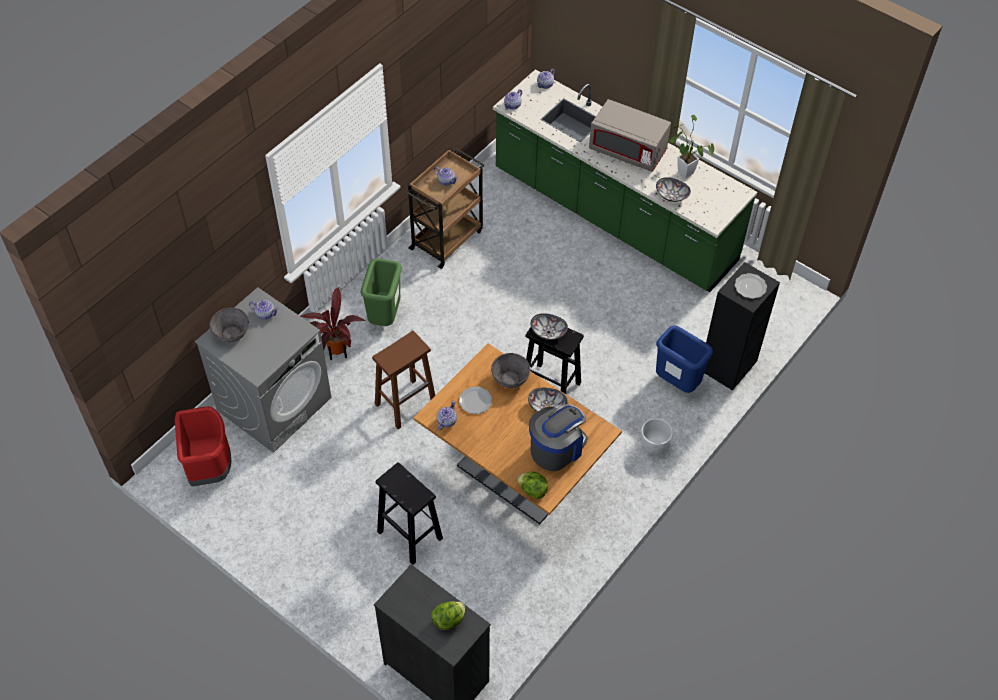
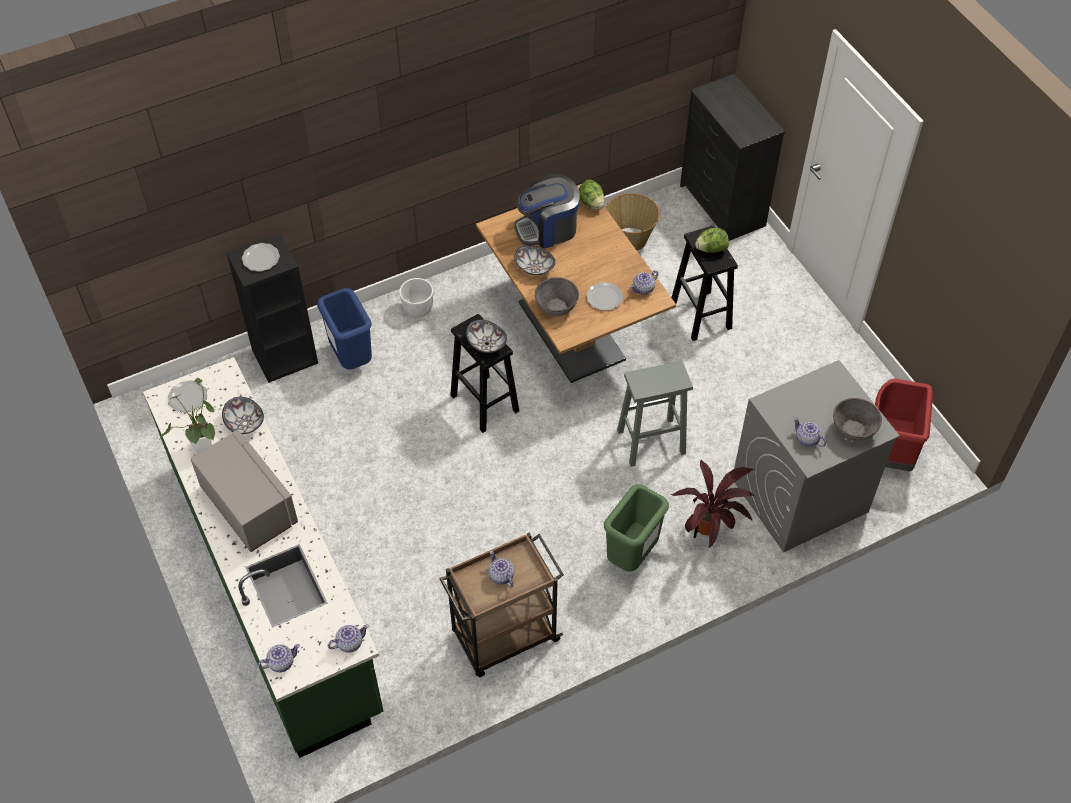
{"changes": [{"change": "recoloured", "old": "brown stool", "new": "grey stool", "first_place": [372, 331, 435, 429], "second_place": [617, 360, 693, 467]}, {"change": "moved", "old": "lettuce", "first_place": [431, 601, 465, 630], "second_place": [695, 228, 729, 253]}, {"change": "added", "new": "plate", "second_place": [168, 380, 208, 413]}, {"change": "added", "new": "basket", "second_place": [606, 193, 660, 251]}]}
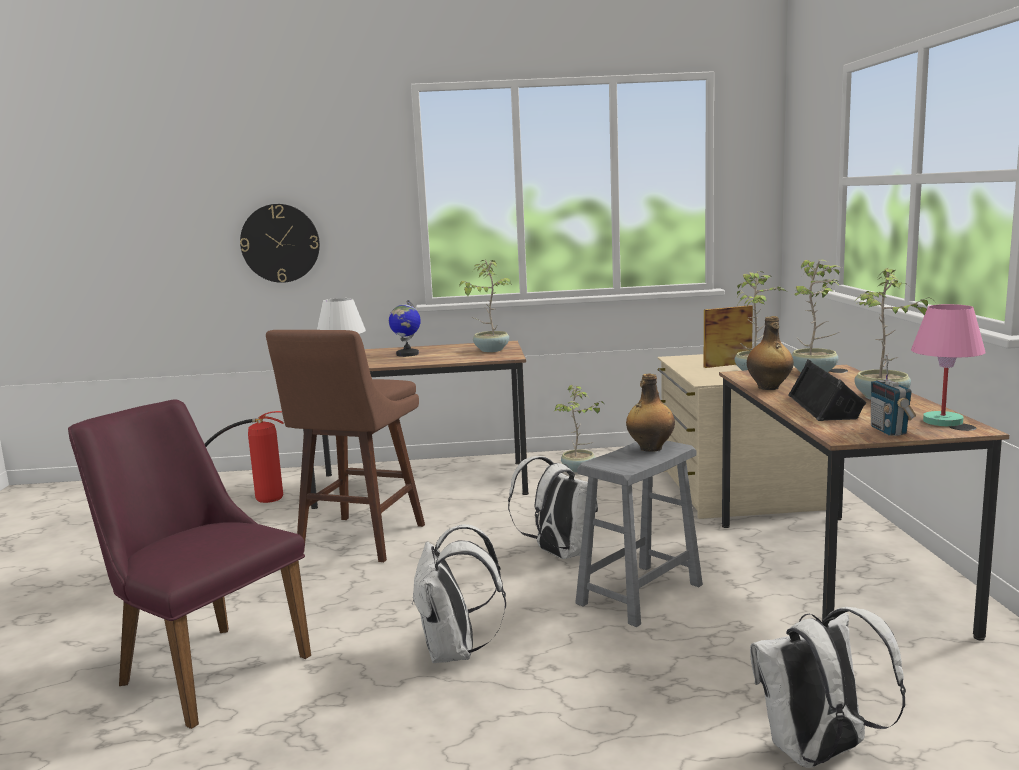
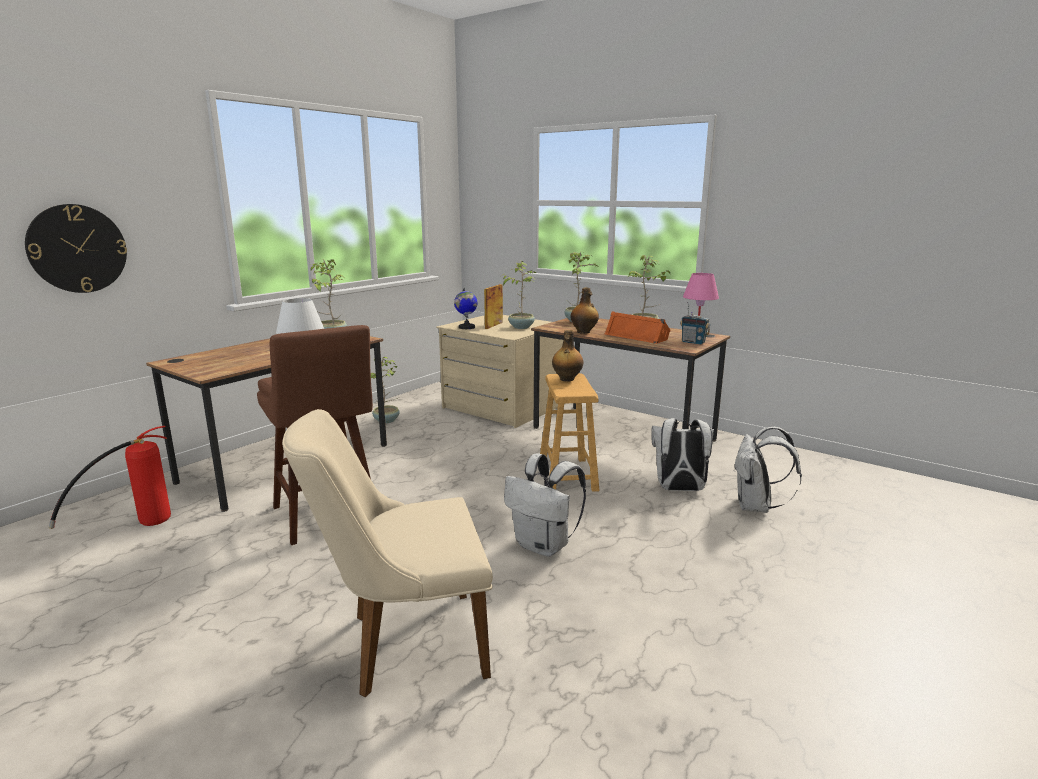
{"changes": [{"change": "recoloured", "old": "purple chair", "new": "beige chair", "first_place": [68, 399, 311, 729], "second_place": [282, 409, 493, 697]}, {"change": "moved", "old": "globe", "first_place": [389, 300, 421, 357], "second_place": [454, 288, 478, 329]}, {"change": "moved", "old": "white backpack", "first_place": [508, 456, 598, 559], "second_place": [651, 418, 714, 491]}, {"change": "recoloured", "old": "grey stool", "new": "brown stool", "first_place": [575, 441, 703, 627], "second_place": [540, 373, 600, 492]}, {"change": "recoloured", "old": "black speaker", "new": "orange speaker", "first_place": [788, 359, 866, 421], "second_place": [605, 311, 671, 344]}]}
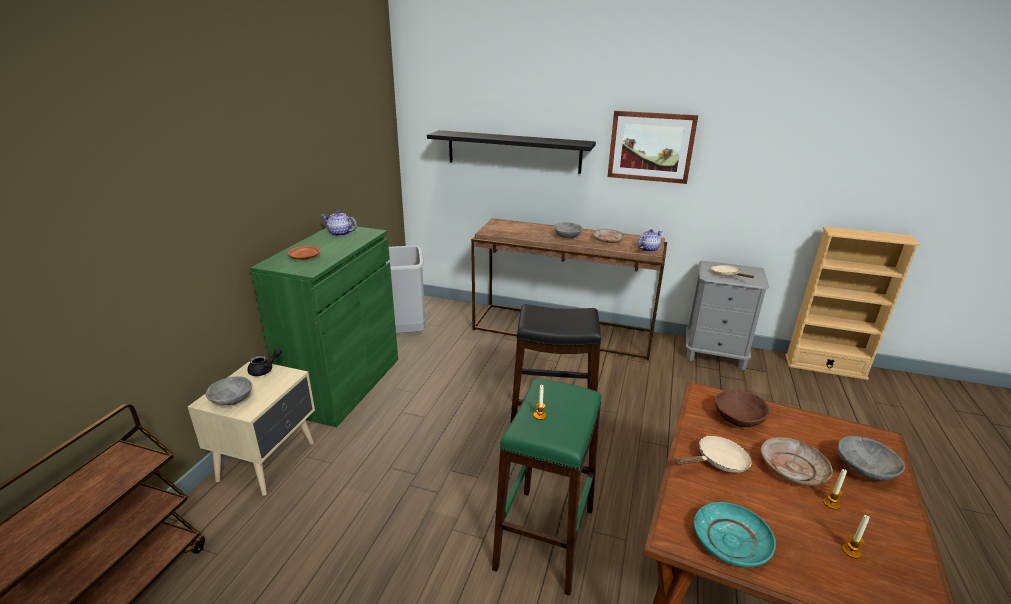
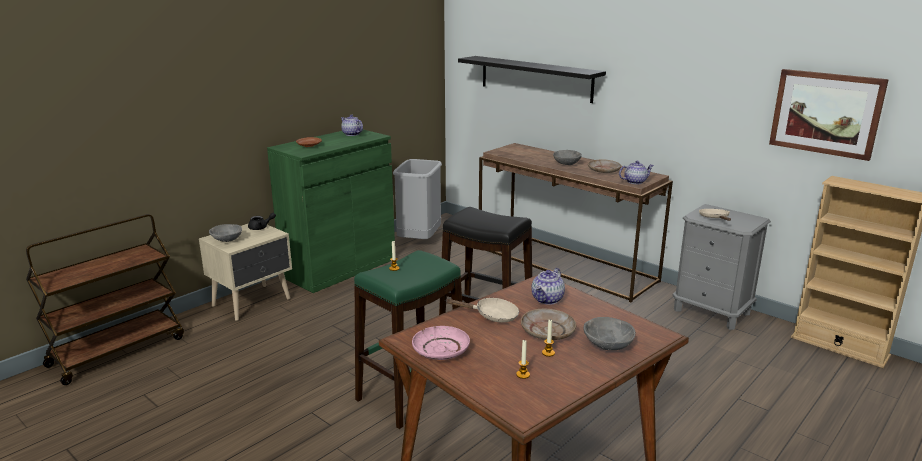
{"changes": [{"change": "moved", "old": "picture", "first_place": [607, 111, 698, 184], "second_place": [769, 69, 889, 161]}, {"change": "recoloured", "old": "turquoise plate", "new": "pink plate", "first_place": [694, 502, 776, 567], "second_place": [412, 326, 470, 360]}, {"change": "replaced", "old": "brown bowl", "new": "teapot", "first_place": [715, 390, 770, 427], "second_place": [531, 268, 565, 305]}]}
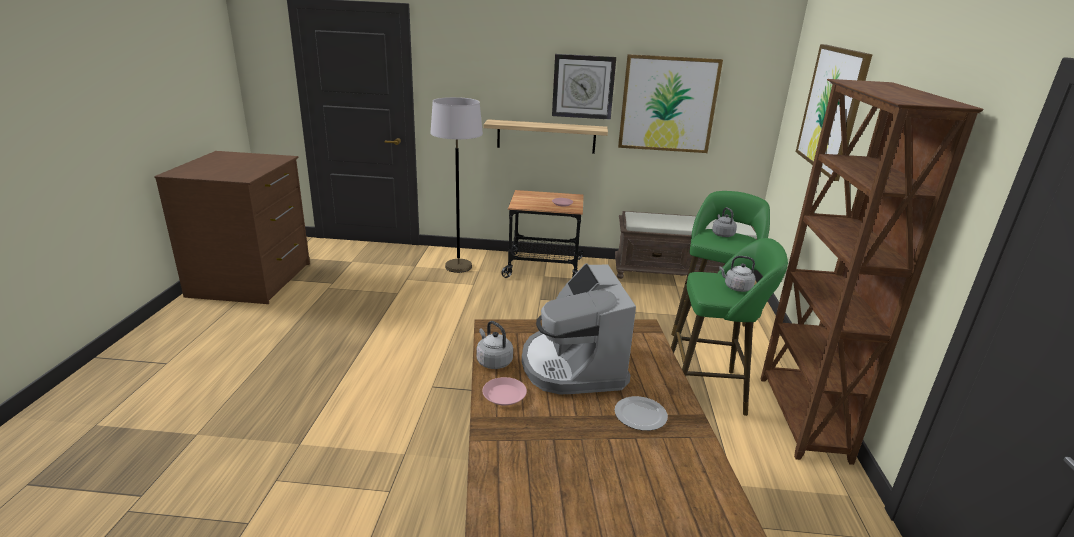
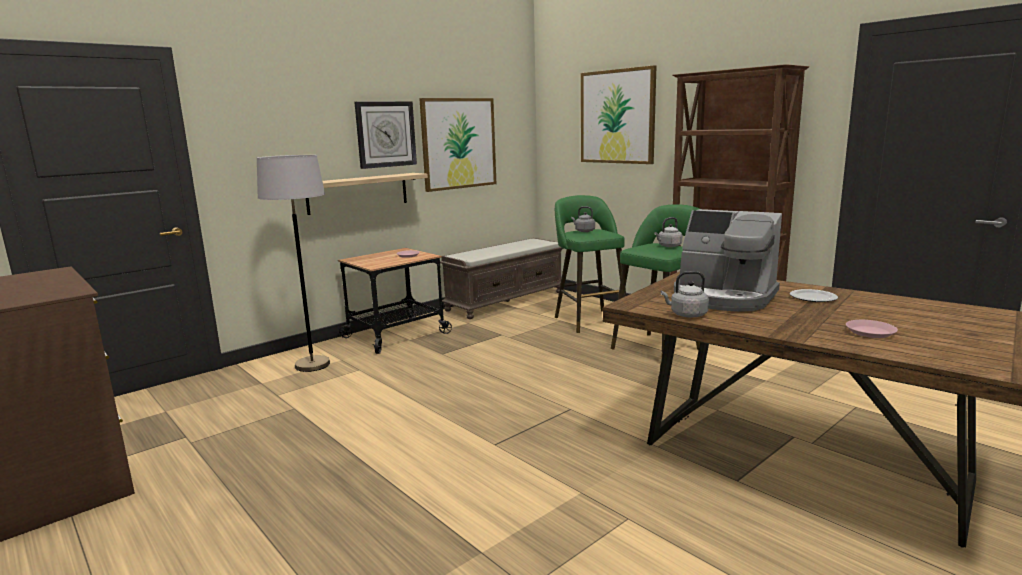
{"changes": [{"change": "moved", "old": "pink plate", "first_place": [482, 377, 527, 406], "second_place": [846, 320, 898, 338]}]}
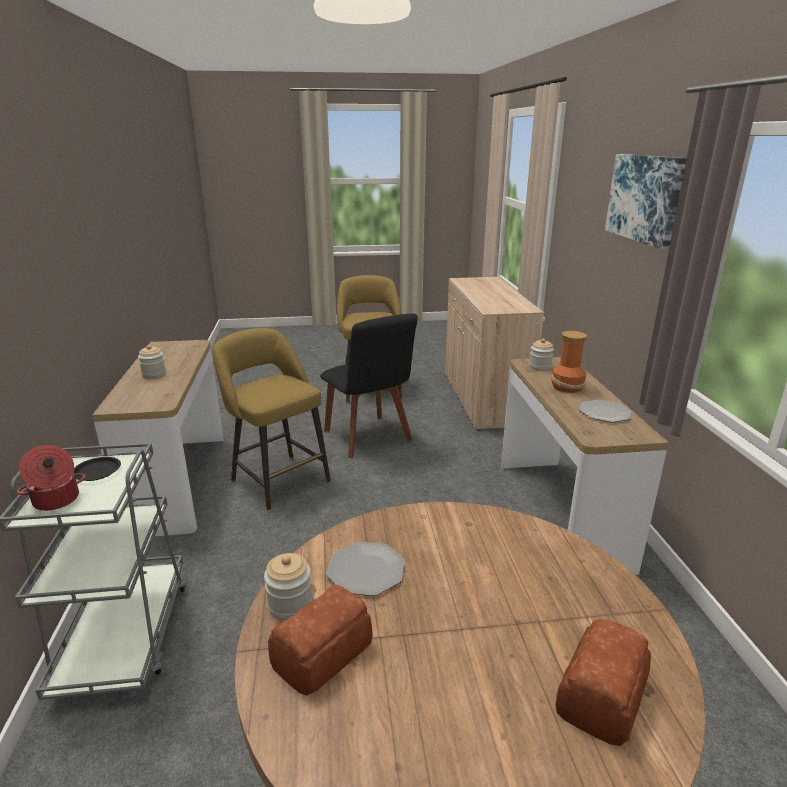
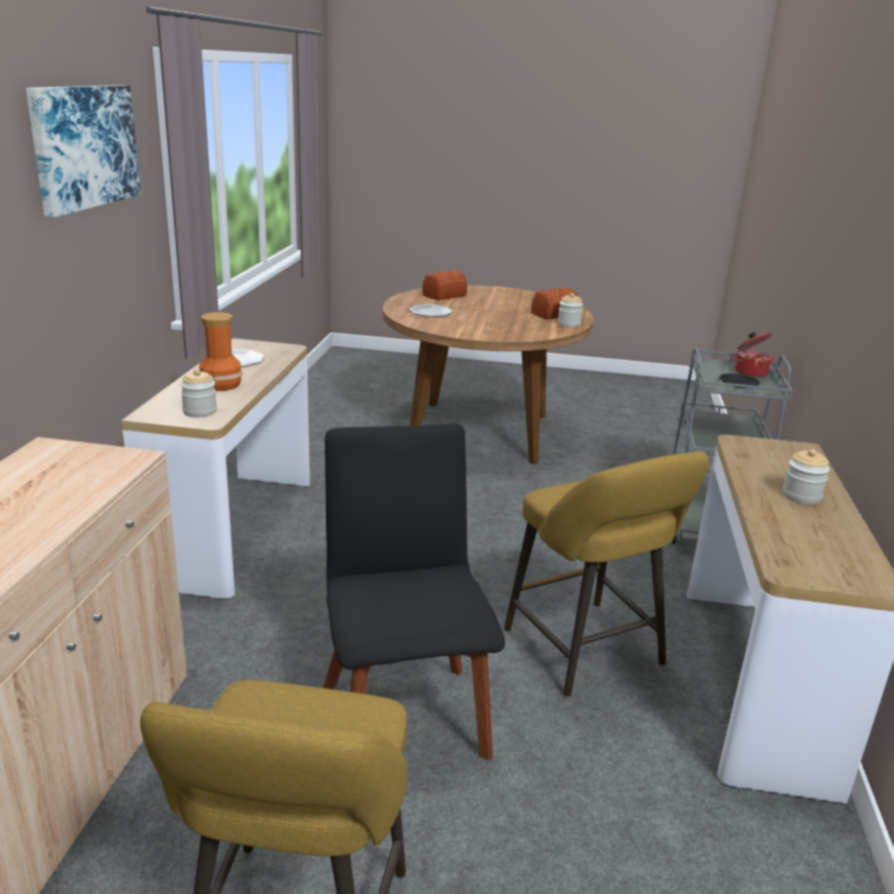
{"changes": [{"change": "moved", "old": "plate", "first_place": [326, 542, 405, 596], "second_place": [409, 304, 453, 317]}]}
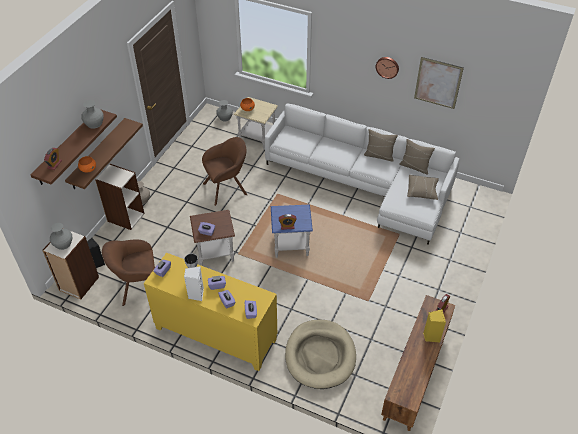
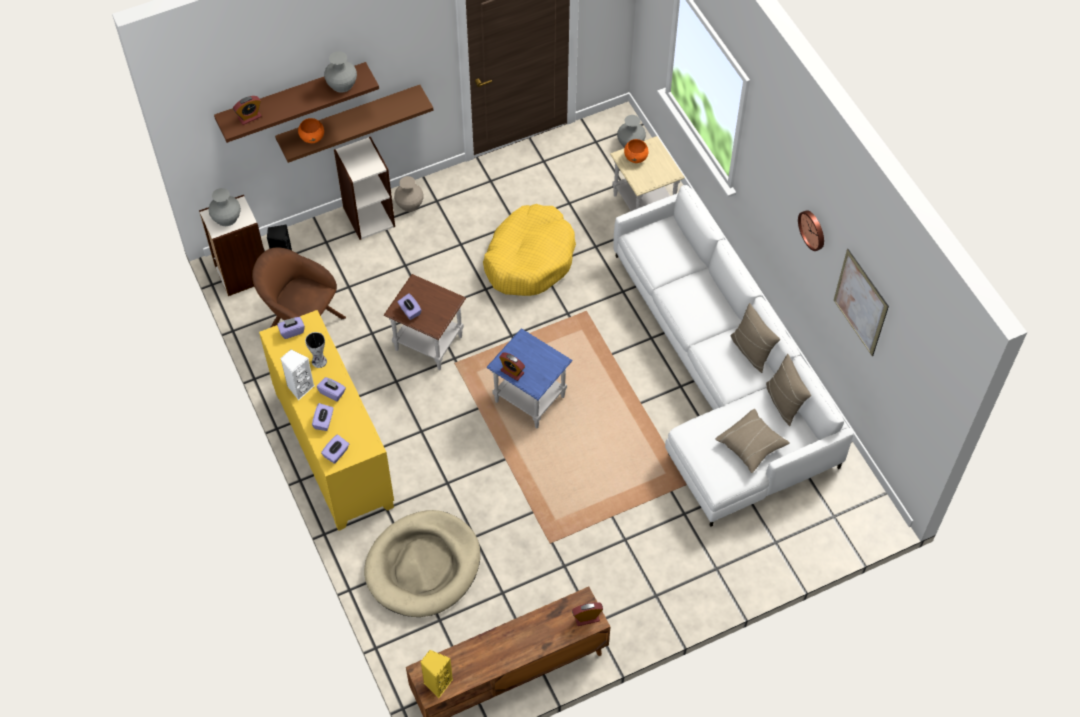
{"changes": [{"change": "replaced", "old": "brown armchair", "new": "yellow dog bed", "first_place": [202, 137, 248, 206], "second_place": [483, 204, 576, 296]}, {"change": "moved", "old": "yellow speaker", "first_place": [423, 309, 446, 342], "second_place": [421, 650, 453, 698]}]}
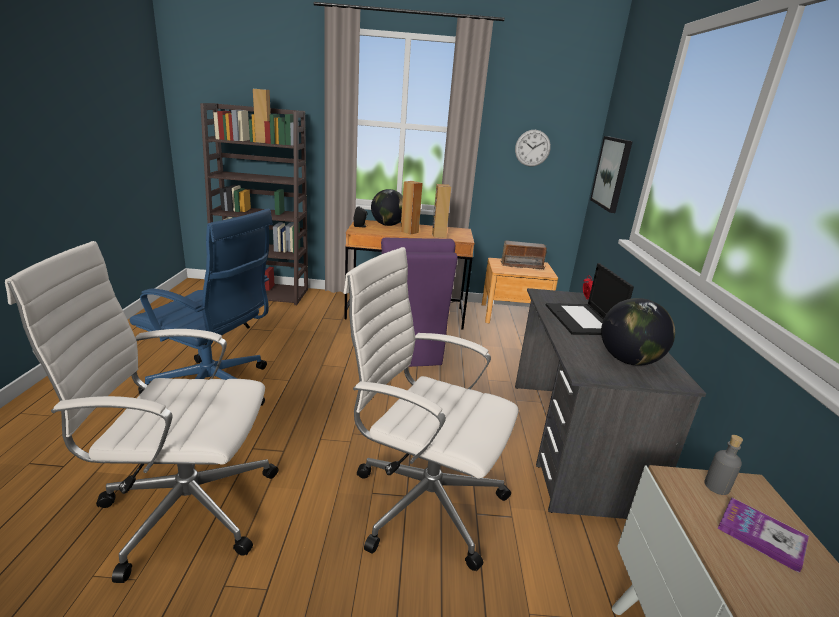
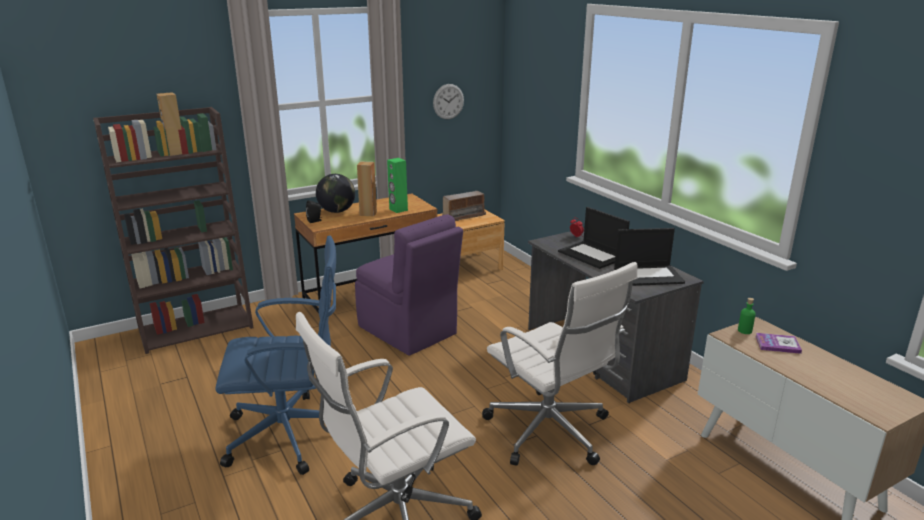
{"changes": [{"change": "turned", "old": "white office chair", "first_place": [344, 247, 519, 571], "second_place": [482, 262, 638, 466], "degrees": -120}, {"change": "recoloured", "old": "brown speaker", "new": "green speaker", "first_place": [432, 184, 451, 238], "second_place": [387, 158, 408, 213]}, {"change": "removed", "old": "picture", "first_place": [590, 136, 633, 213]}, {"change": "replaced", "old": "globe", "new": "laptop", "first_place": [601, 298, 675, 366], "second_place": [614, 228, 685, 286]}, {"change": "recoloured", "old": "grey bottle", "new": "green bottle", "first_place": [704, 435, 743, 495], "second_place": [738, 298, 756, 334]}]}
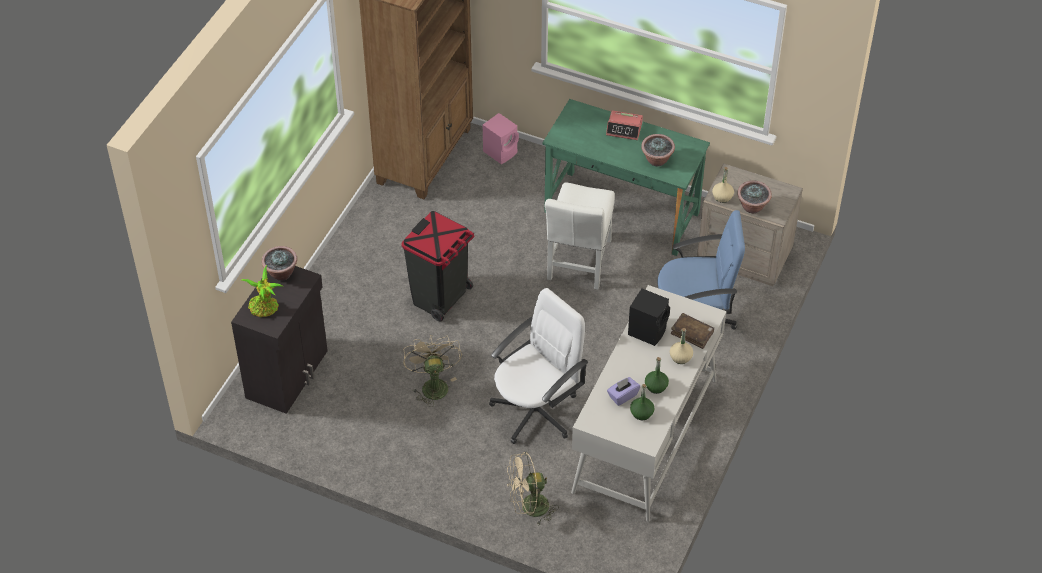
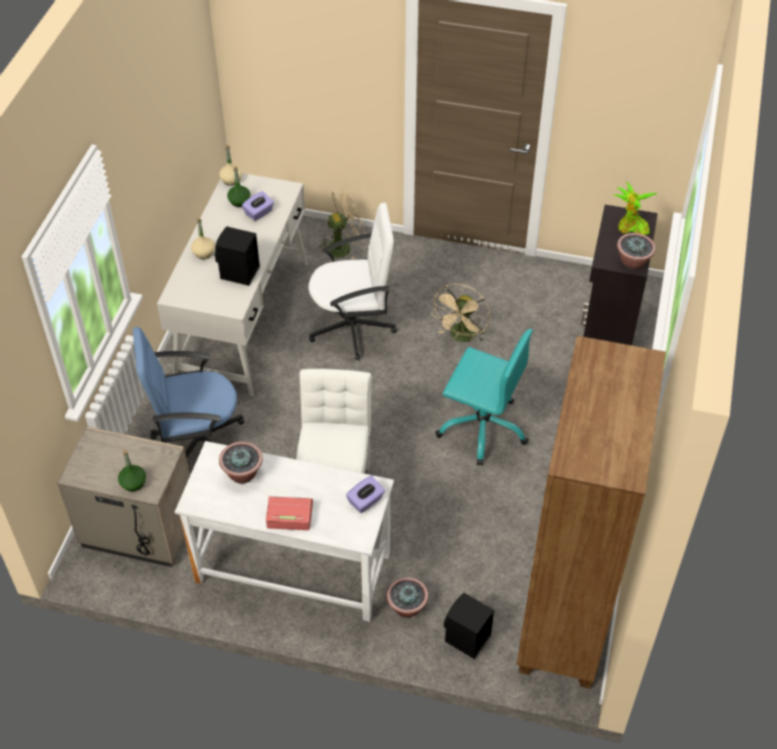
{"changes": [{"change": "replaced", "old": "black trash can", "new": "turquoise office chair", "first_place": [401, 211, 475, 321], "second_place": [435, 329, 533, 466]}, {"change": "turned", "old": "beige fan", "first_place": [403, 335, 462, 407], "second_place": [431, 284, 491, 342], "degrees": 45}, {"change": "recoloured", "old": "pink speaker", "new": "black speaker", "first_place": [483, 113, 519, 164], "second_place": [444, 593, 494, 659]}, {"change": "turned", "old": "white office chair", "first_place": [489, 288, 588, 444], "second_place": [309, 203, 397, 360], "degrees": -135}, {"change": "recoloured", "old": "green desk", "new": "white desk", "first_place": [542, 99, 710, 256], "second_place": [175, 441, 394, 622]}, {"change": "moved", "old": "green bottle", "first_place": [645, 357, 669, 394], "second_place": [118, 450, 146, 491]}, {"change": "removed", "old": "brown book", "first_place": [671, 313, 714, 349]}, {"change": "moved", "old": "beige bottle", "first_place": [712, 167, 734, 203], "second_place": [219, 145, 242, 186]}, {"change": "moved", "old": "potted plant", "first_place": [737, 181, 772, 214], "second_place": [387, 577, 428, 618]}, {"change": "added", "new": "purple tissue box", "second_place": [346, 476, 385, 513]}]}
